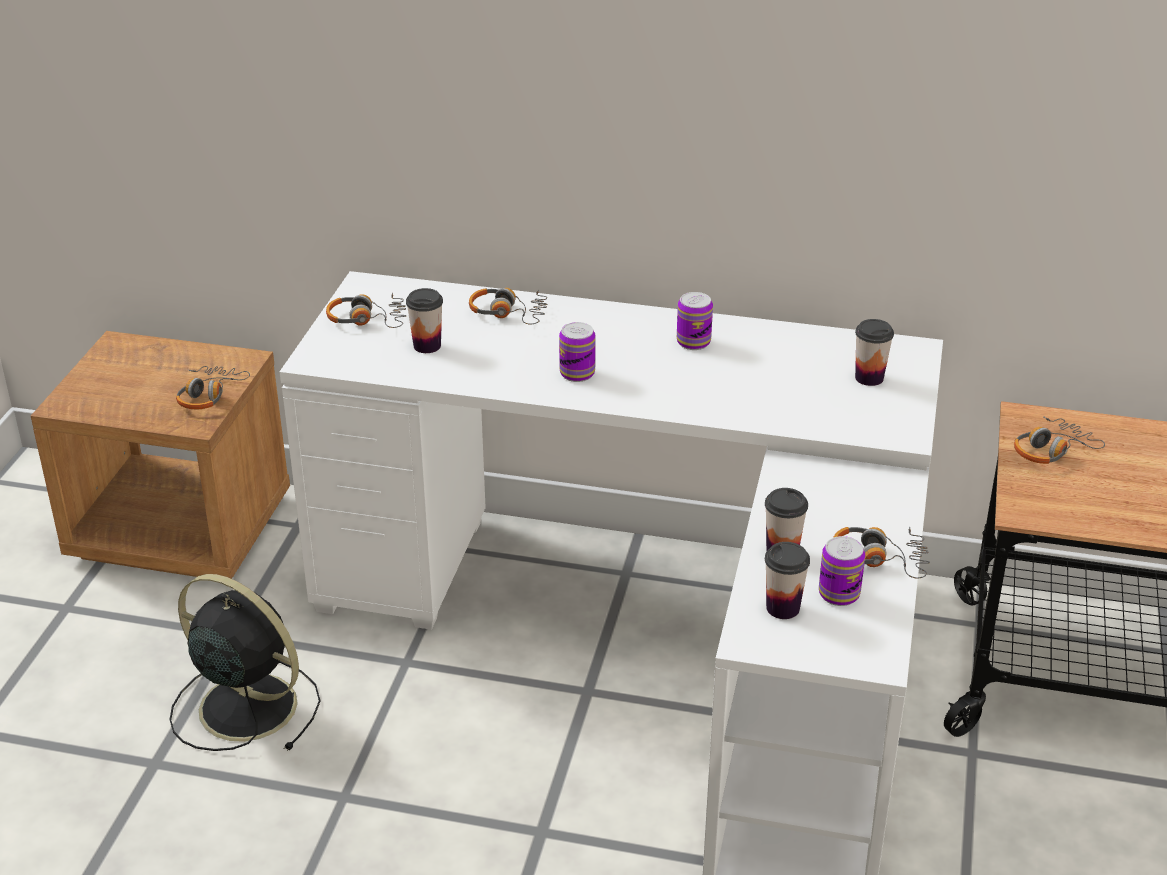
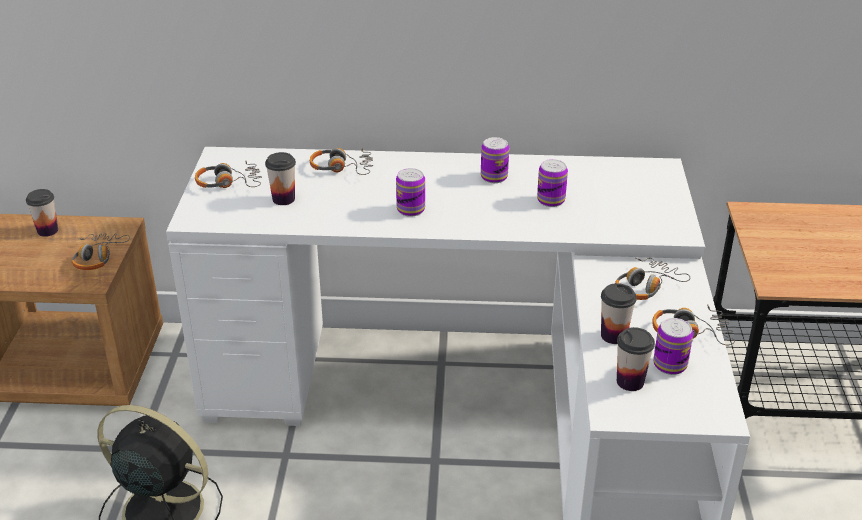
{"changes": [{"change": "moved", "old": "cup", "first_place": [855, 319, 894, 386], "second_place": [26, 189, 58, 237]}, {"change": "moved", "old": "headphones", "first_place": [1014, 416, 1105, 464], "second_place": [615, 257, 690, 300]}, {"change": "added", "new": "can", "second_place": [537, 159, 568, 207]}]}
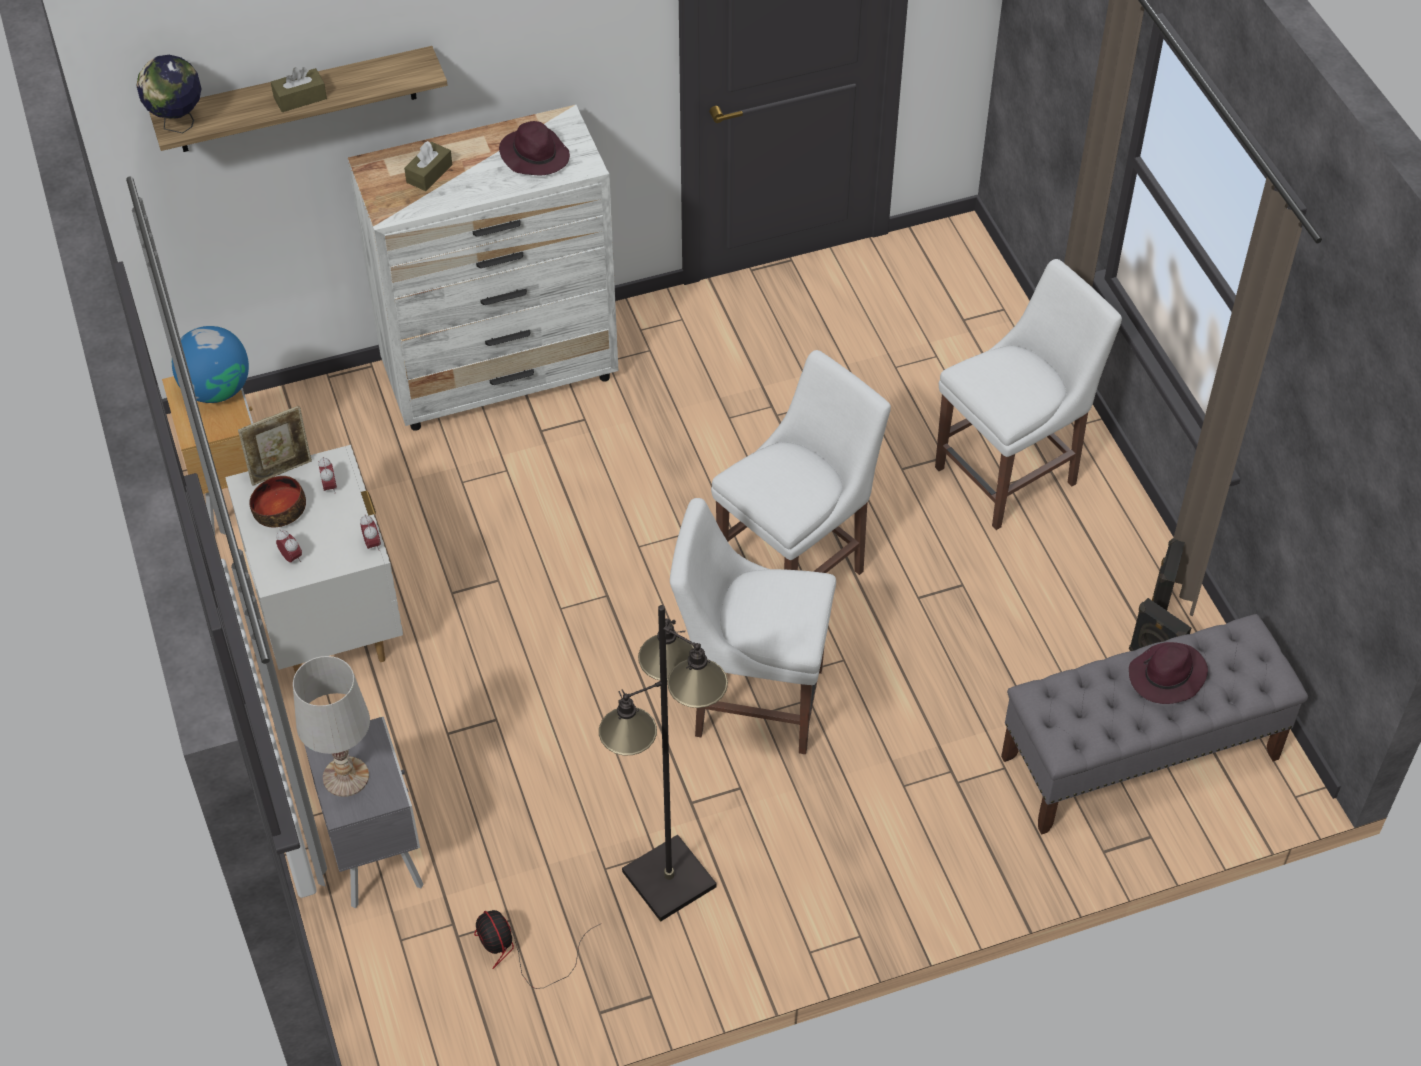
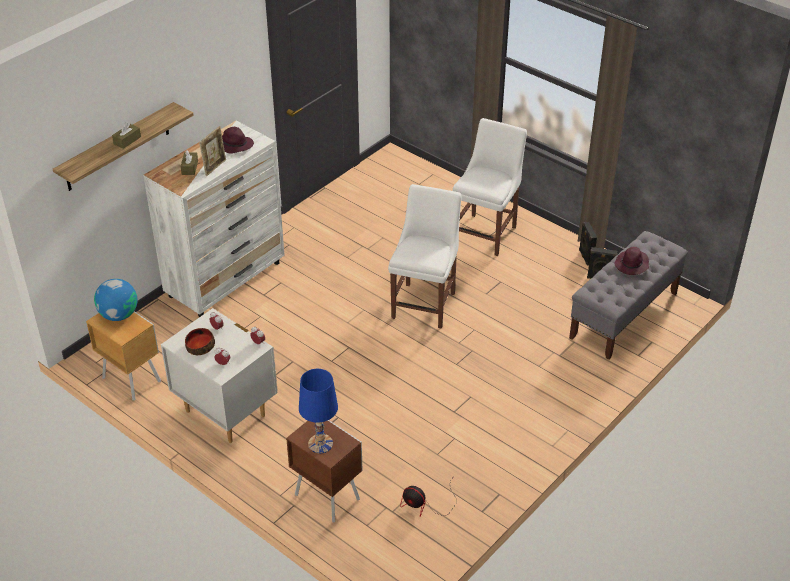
{"changes": [{"change": "removed", "old": "globe", "first_place": [136, 55, 202, 134]}, {"change": "moved", "old": "picture frame", "first_place": [238, 406, 312, 486], "second_place": [199, 126, 226, 176]}, {"change": "recoloured", "old": "white table lamp", "new": "blue table lamp", "first_place": [293, 656, 370, 797], "second_place": [299, 369, 338, 453]}, {"change": "recoloured", "old": "grey nightstand", "new": "brown nightstand", "first_place": [304, 717, 424, 908], "second_place": [286, 420, 362, 523]}, {"change": "removed", "old": "black floor lamp", "first_place": [599, 605, 728, 922]}, {"change": "removed", "old": "white chair", "first_place": [670, 498, 836, 754]}]}
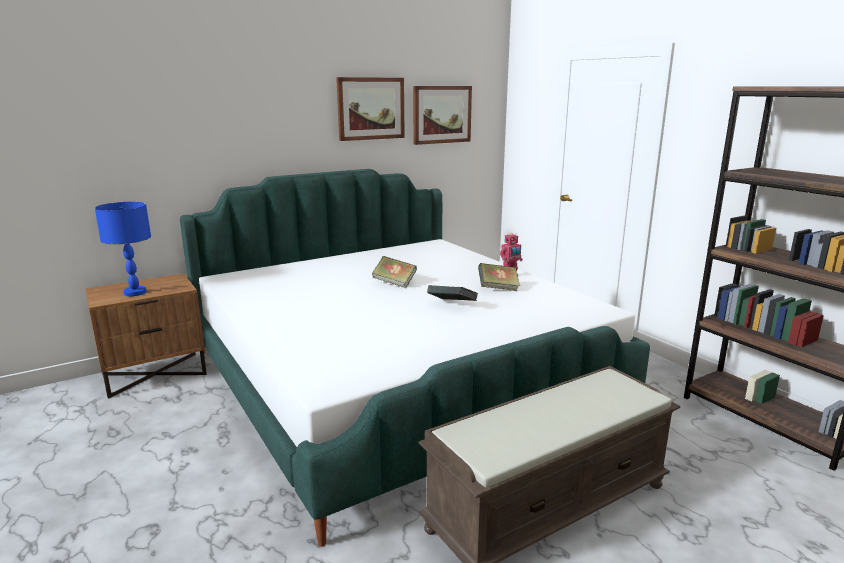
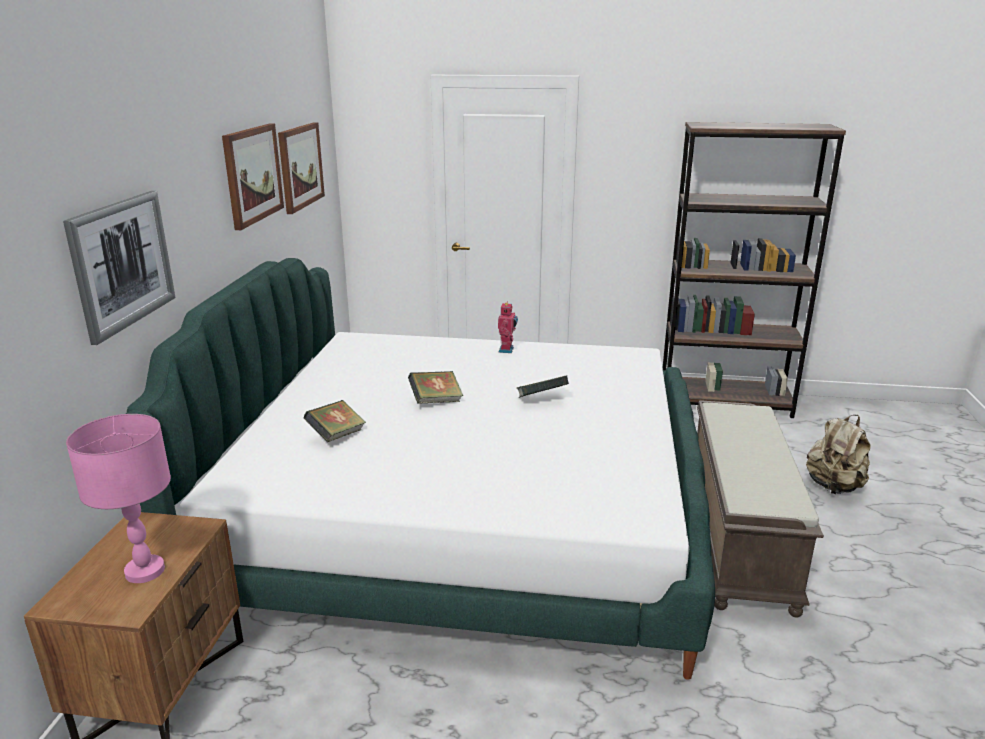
{"changes": [{"change": "recoloured", "old": "blue table lamp", "new": "pink table lamp", "first_place": [95, 202, 151, 296], "second_place": [66, 414, 171, 583]}, {"change": "moved", "old": "book", "first_place": [478, 263, 520, 291], "second_place": [303, 400, 366, 442]}, {"change": "added", "new": "picture", "second_place": [63, 191, 176, 345]}, {"change": "added", "new": "beige backpack", "second_place": [806, 415, 871, 494]}]}
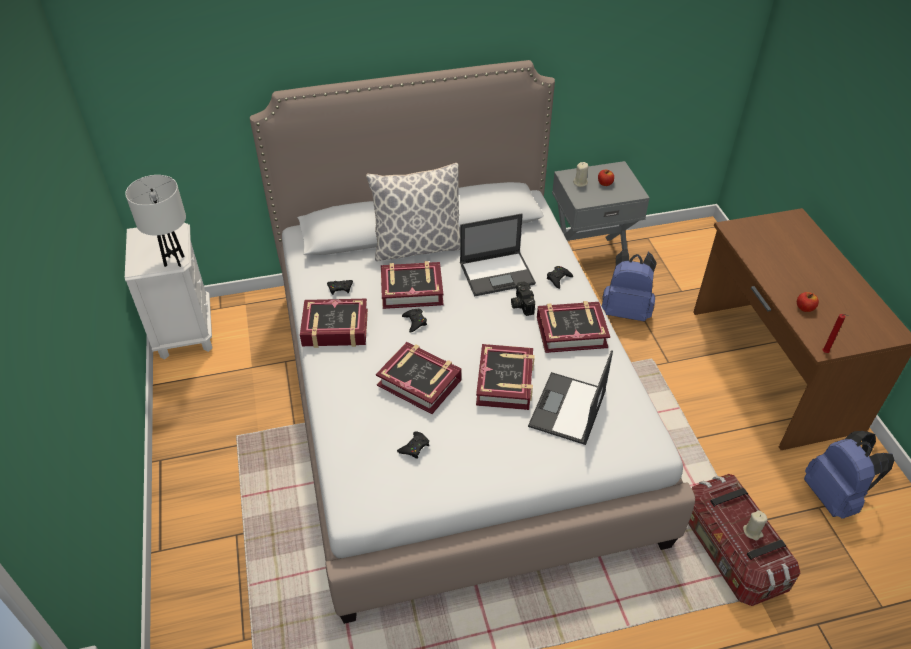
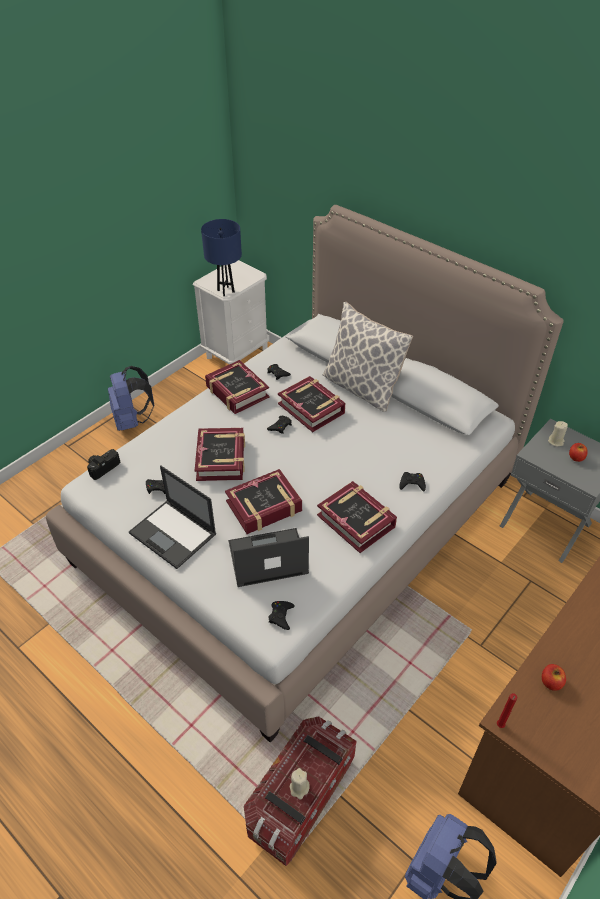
{"changes": [{"change": "recoloured", "old": "white table lamp", "new": "blue table lamp", "first_place": [125, 175, 186, 267], "second_place": [201, 219, 242, 296]}, {"change": "moved", "old": "laptop", "first_place": [460, 213, 536, 297], "second_place": [129, 465, 216, 569]}, {"change": "moved", "old": "photo camera", "first_place": [511, 281, 535, 316], "second_place": [87, 449, 120, 480]}, {"change": "moved", "old": "blue backpack", "first_place": [602, 248, 657, 321], "second_place": [108, 366, 154, 431]}, {"change": "added", "new": "black game controller", "second_place": [269, 601, 295, 630]}]}
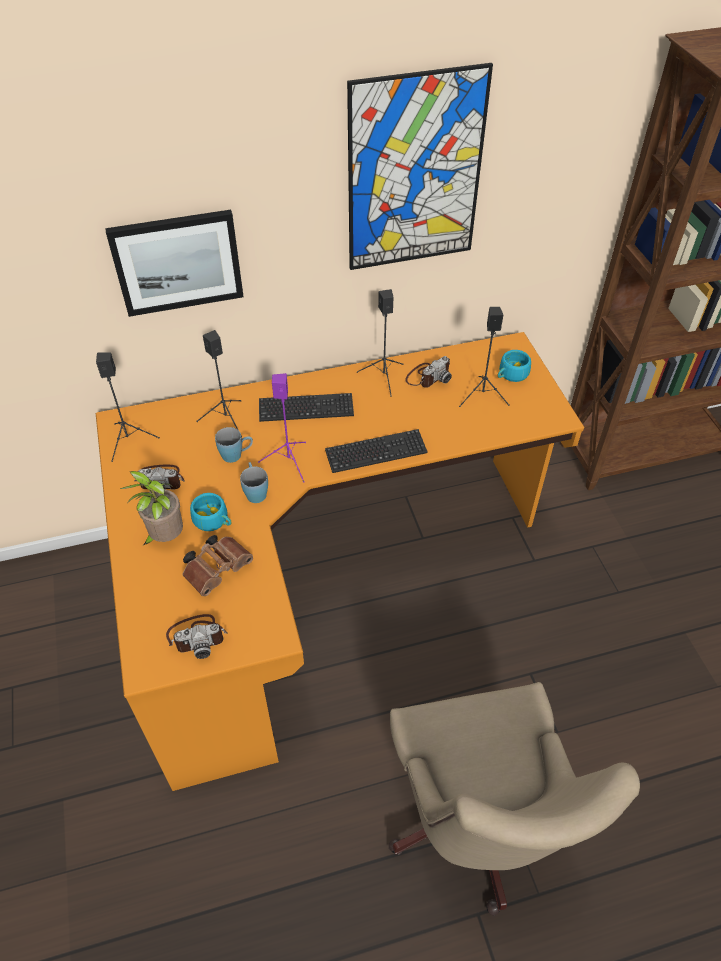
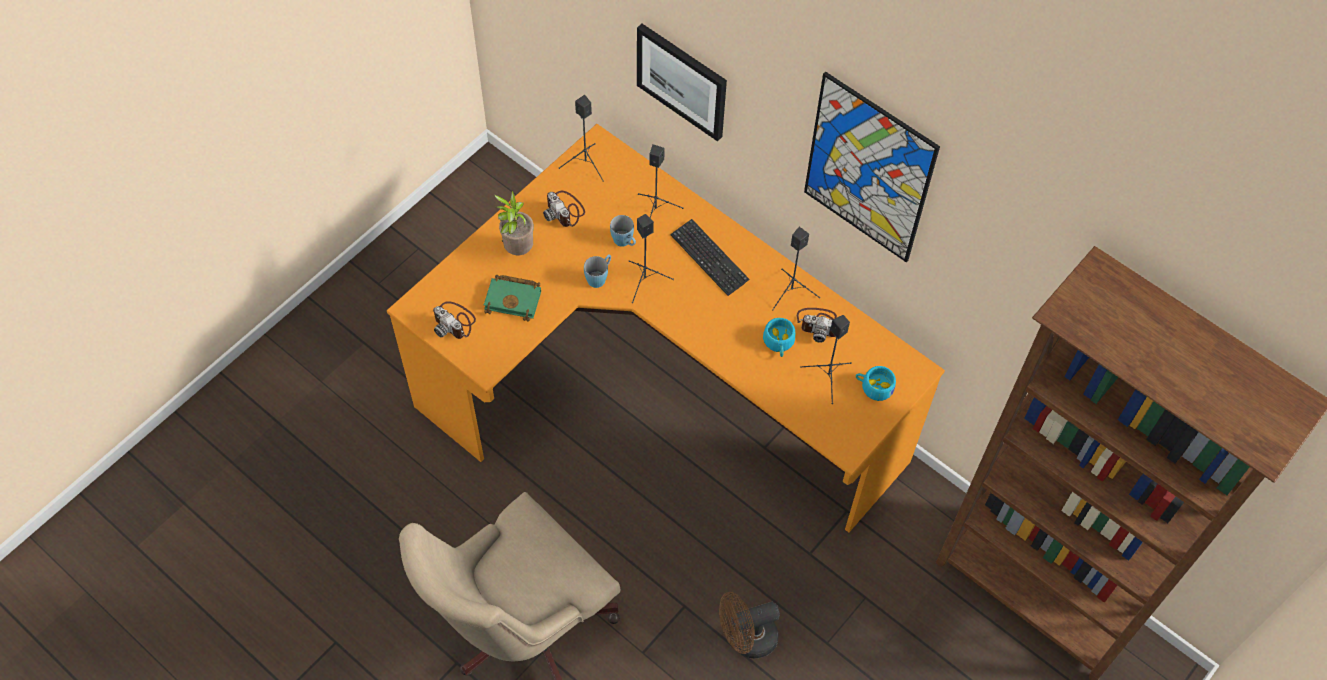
{"changes": [{"change": "replaced", "old": "brown binoculars", "new": "green book", "first_place": [182, 535, 253, 596], "second_place": [484, 275, 541, 322]}, {"change": "moved", "old": "turquoise cup", "first_place": [190, 493, 232, 531], "second_place": [763, 318, 795, 357]}, {"change": "recoloured", "old": "purple speaker", "new": "black speaker", "first_place": [258, 373, 306, 482], "second_place": [629, 214, 674, 303]}, {"change": "removed", "old": "keyboard", "first_place": [325, 429, 428, 473]}, {"change": "added", "new": "brown fan", "second_place": [719, 592, 780, 658]}]}
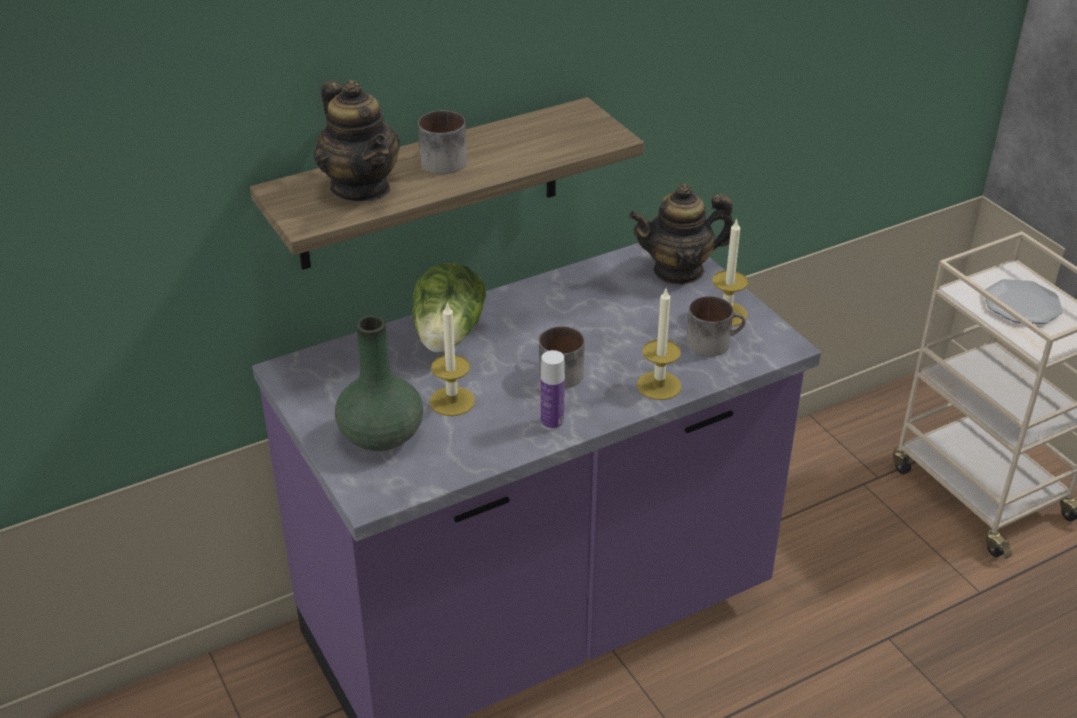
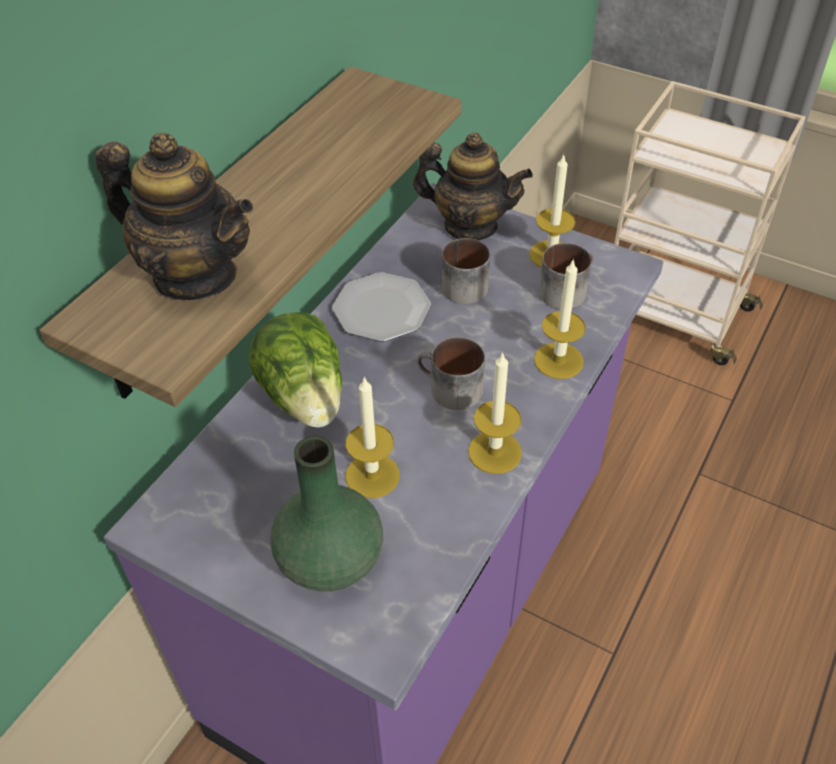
{"changes": [{"change": "moved", "old": "mug", "first_place": [418, 110, 467, 174], "second_place": [442, 238, 490, 304]}, {"change": "replaced", "old": "bottle", "new": "candle", "first_place": [541, 350, 565, 430], "second_place": [468, 352, 522, 474]}, {"change": "turned", "old": "teapot", "first_place": [629, 183, 733, 285], "second_place": [413, 132, 533, 240], "degrees": -120}, {"change": "moved", "old": "plate", "first_place": [985, 279, 1063, 324], "second_place": [332, 272, 431, 342]}]}
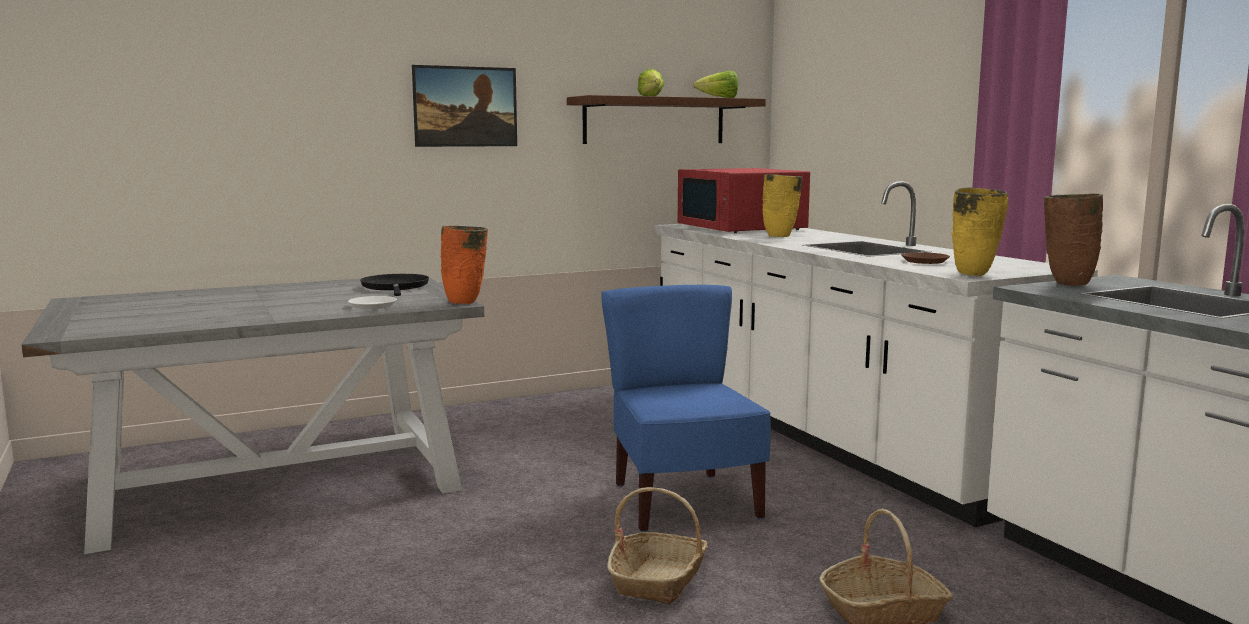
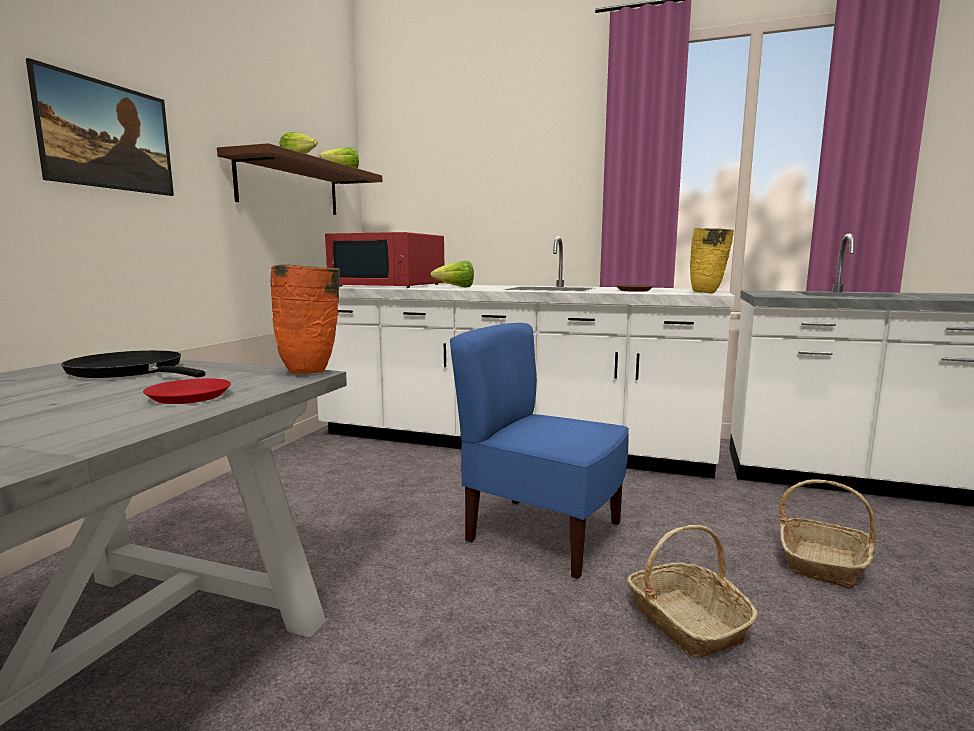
{"changes": [{"change": "recoloured", "old": "white plate", "new": "red plate", "first_place": [348, 296, 397, 310], "second_place": [143, 378, 231, 404]}, {"change": "replaced", "old": "yellow vase", "new": "lettuce", "first_place": [763, 174, 803, 237], "second_place": [430, 261, 474, 287]}, {"change": "removed", "old": "brown vase", "first_place": [1044, 193, 1103, 286]}]}
